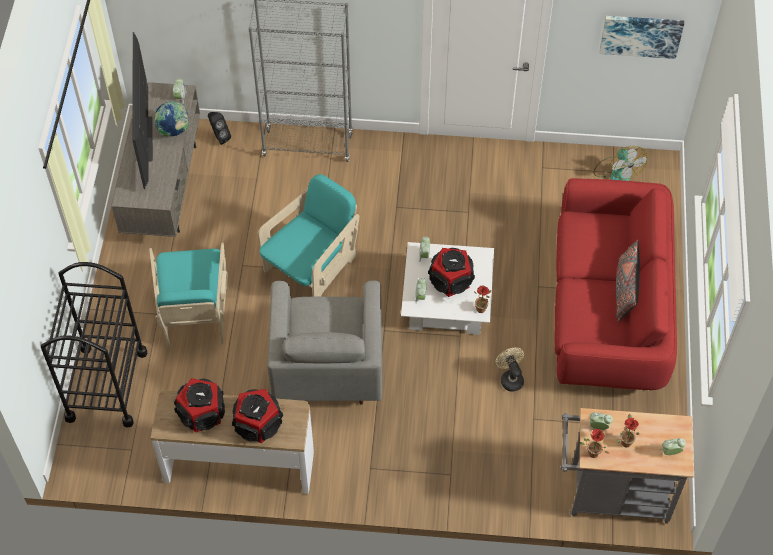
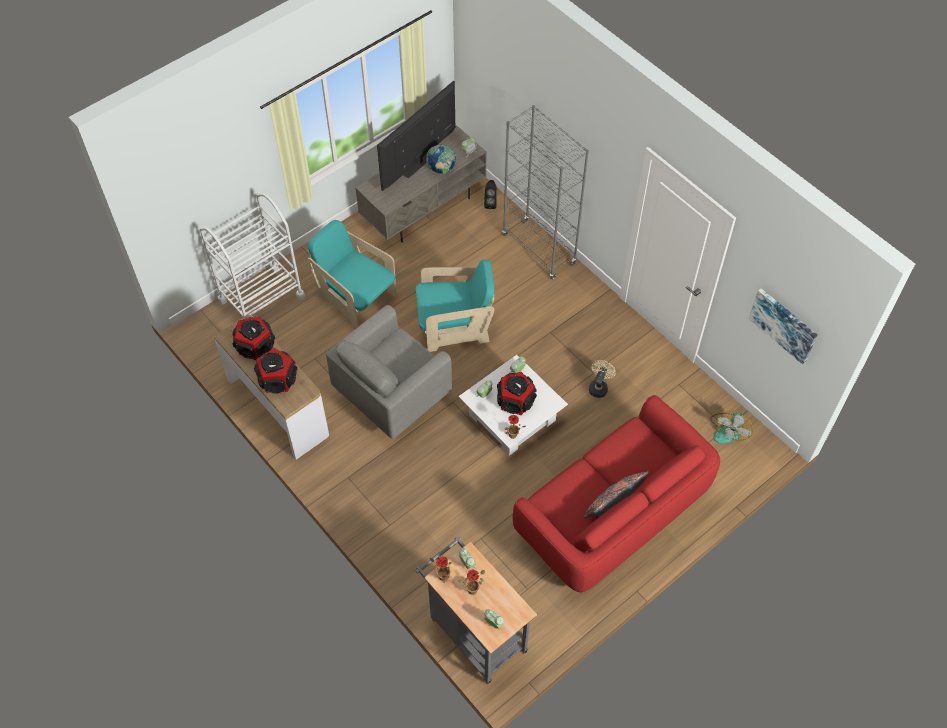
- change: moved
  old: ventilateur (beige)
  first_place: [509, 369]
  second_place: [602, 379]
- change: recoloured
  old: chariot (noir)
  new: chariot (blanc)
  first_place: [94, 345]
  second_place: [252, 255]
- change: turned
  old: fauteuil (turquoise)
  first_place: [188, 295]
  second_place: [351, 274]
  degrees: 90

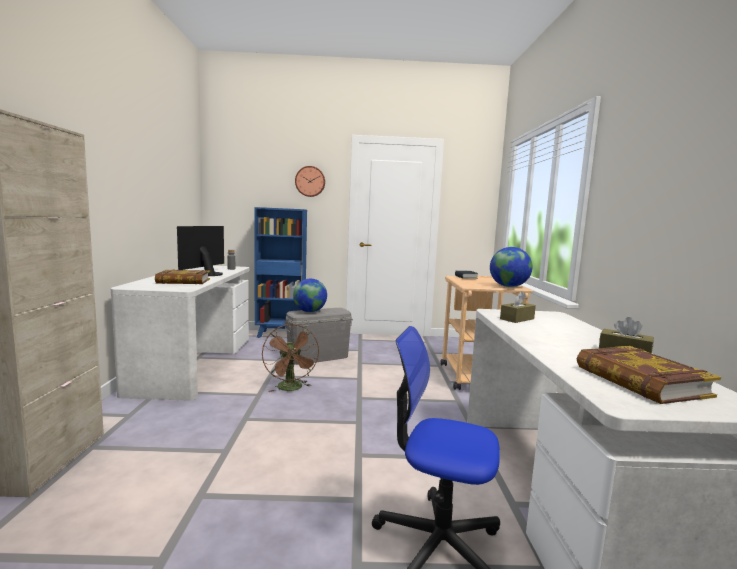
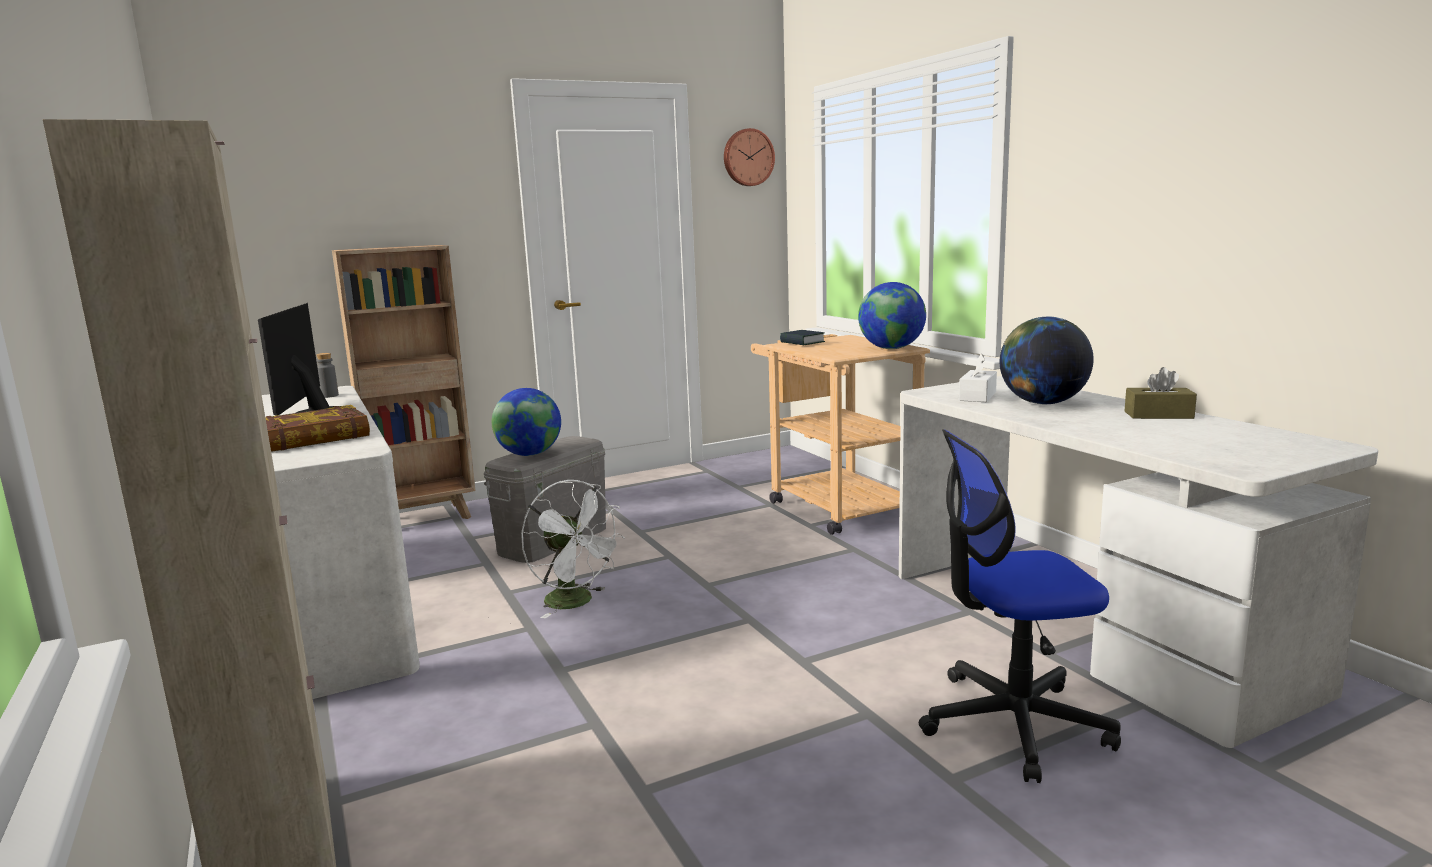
- change: removed
  old: livre
  first_place: [649, 375]
- change: added
  new: globe
  second_place: [1047, 360]
- change: moved
  old: horloge murale
  first_place: [310, 181]
  second_place: [749, 157]
- change: recoloured
  old: bibliothèque (bleu)
  new: bibliothèque (marron)
  first_place: [280, 272]
  second_place: [404, 382]
- change: recoloured
  old: ventilateur (marron)
  new: ventilateur (blanc)
  first_place: [290, 358]
  second_place: [573, 549]
- change: recoloured
  old: boîte à mouchoirs (marron)
  new: boîte à mouchoirs (blanc)
  first_place: [518, 307]
  second_place: [978, 378]

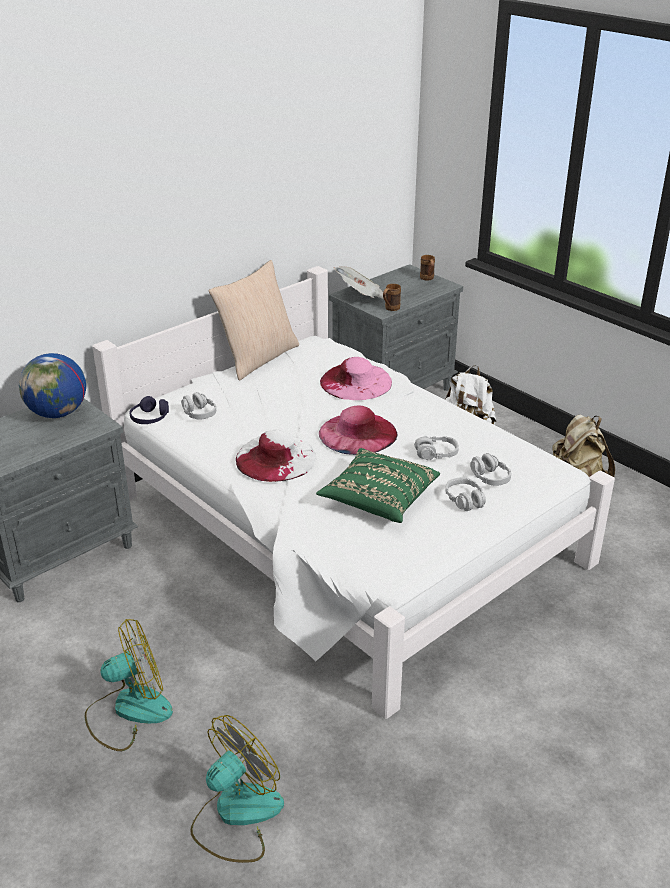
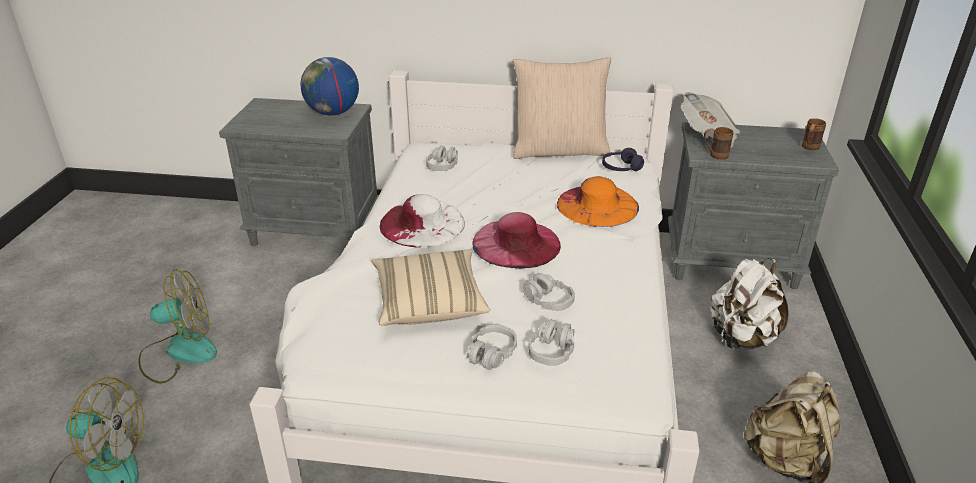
- change: moved
  old: casque audio (violet)
  first_place: [149, 410]
  second_place: [623, 159]
- change: recoloured
  old: coussin (vert)
  new: coussin (beige)
  first_place: [378, 485]
  second_place: [430, 287]
- change: recoloured
  old: chapeau (rose)
  new: chapeau (orange)
  first_place: [356, 378]
  second_place: [598, 201]
- change: turned
  old: ventilateur
  first_place: [128, 685]
  second_place: [177, 326]
  degrees: -45

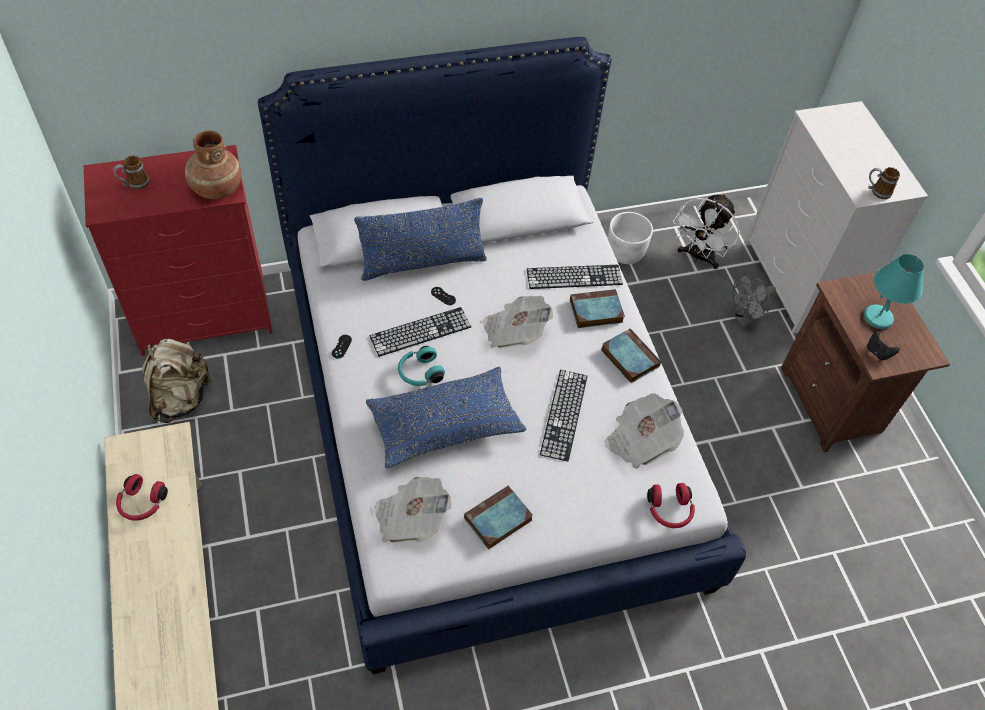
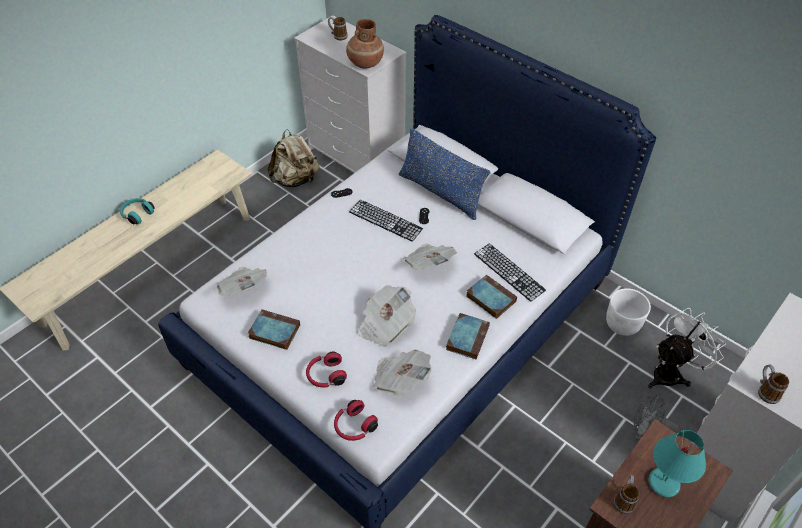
- change: removed
  old: coussin (bleu)
  first_place: [446, 417]
- change: moved
  old: casque audio (rouge)
  first_place: [142, 497]
  second_place: [326, 369]
- change: moved
  old: casque audio (turquoise)
  first_place: [421, 366]
  second_place: [137, 211]
- change: replaced
  old: clavier
  new: journal
  first_place: [563, 416]
  second_place: [386, 316]
- change: replaced
  old: manette (noir)
  new: mug
  first_place: [883, 345]
  second_place: [627, 494]
- change: recoloured
  old: commode (rouge)
  new: commode (blanc)
  first_place: [178, 250]
  second_place: [350, 94]
- change: turned
  old: ventilateur (blanc)
  first_place: [706, 231]
  second_place: [687, 348]
  degrees: 150

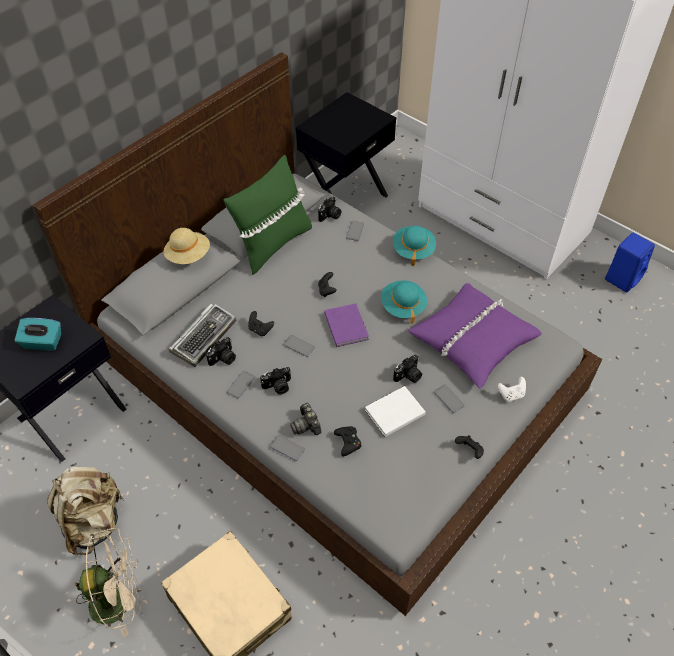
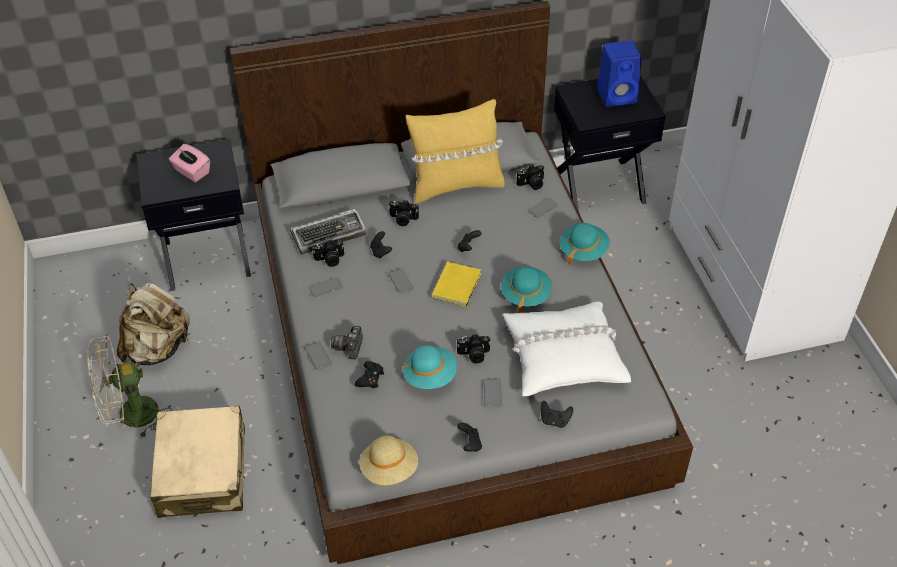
- change: moved
  old: chapeau (beige)
  first_place: [187, 246]
  second_place: [388, 460]
- change: moved
  old: appareil photo
  first_place: [275, 381]
  second_place: [403, 213]
- change: moved
  old: enceinte (bleu)
  first_place: [630, 262]
  second_place: [619, 73]
- change: replaced
  old: livre (blanc)
  new: chapeau (turquoise)
  first_place: [395, 411]
  second_place: [430, 367]
- change: recoloured
  old: boîte à mouchoirs (turquoise)
  new: boîte à mouchoirs (rose)
  first_place: [38, 334]
  second_place: [189, 163]
- change: recoloured
  old: coussin (vert)
  new: coussin (jaune)
  first_place: [268, 215]
  second_place: [455, 151]
- change: recoloured
  old: livre (violet)
  new: livre (jaune)
  first_place: [346, 325]
  second_place: [456, 284]
- change: recoloured
  old: coussin (violet)
  new: coussin (blanc)
  first_place: [475, 336]
  second_place: [567, 349]
- change: recoloured
  old: manette (blanc)
  new: manette (noir)
  first_place: [512, 389]
  second_place: [556, 414]
- change: turned
  old: ventilateur (beige)
  first_place: [108, 582]
  second_place: [129, 386]
  degrees: 135

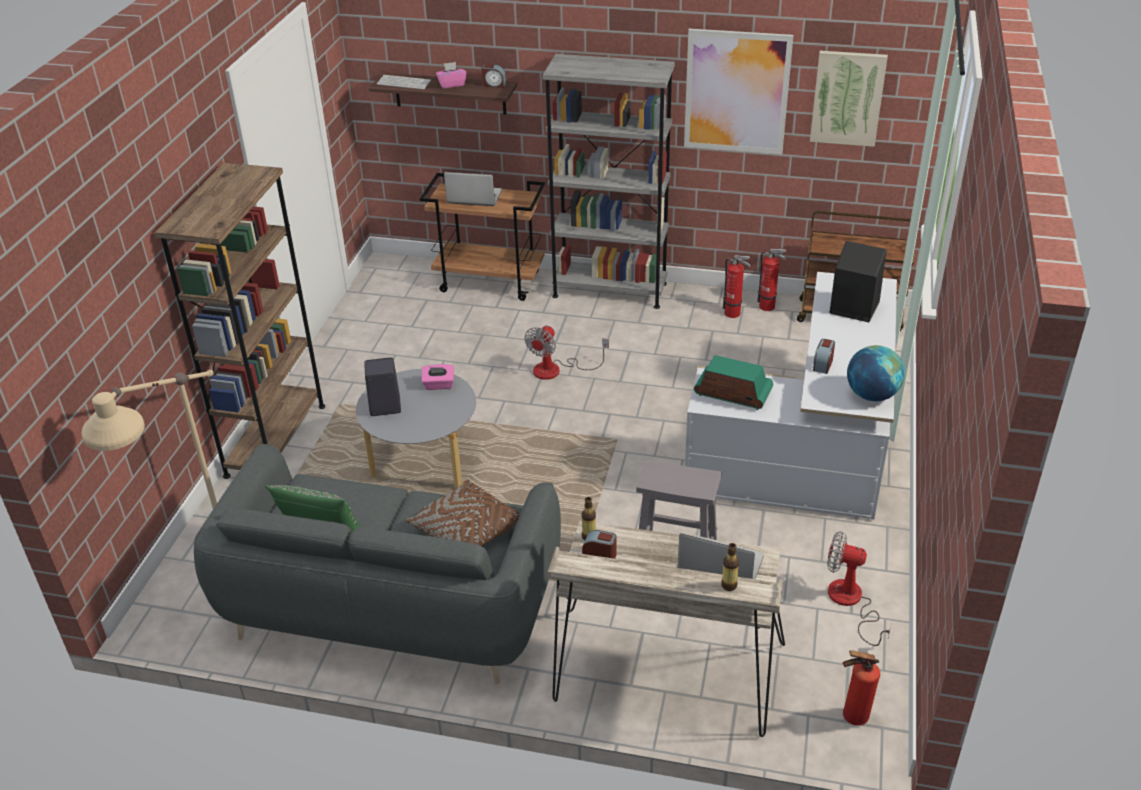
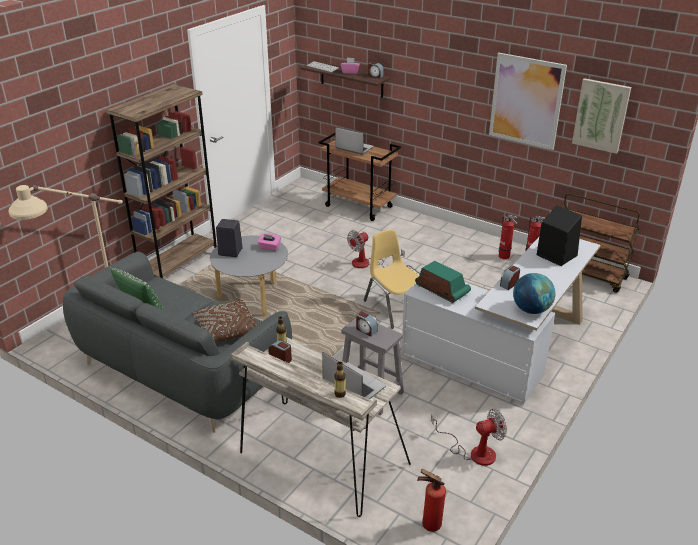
- change: removed
  old: bibliothèque (gris)
  first_place: [608, 181]
- change: added
  new: réveil
  second_place: [367, 324]
- change: added
  new: chaise (jaune)
  second_place: [392, 279]
- change: turned
  old: ventilateur
  first_place: [859, 588]
  second_place: [469, 437]
  degrees: 120

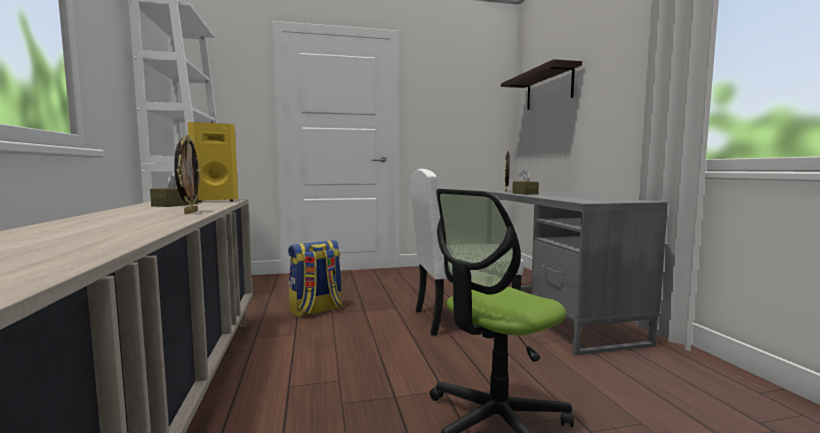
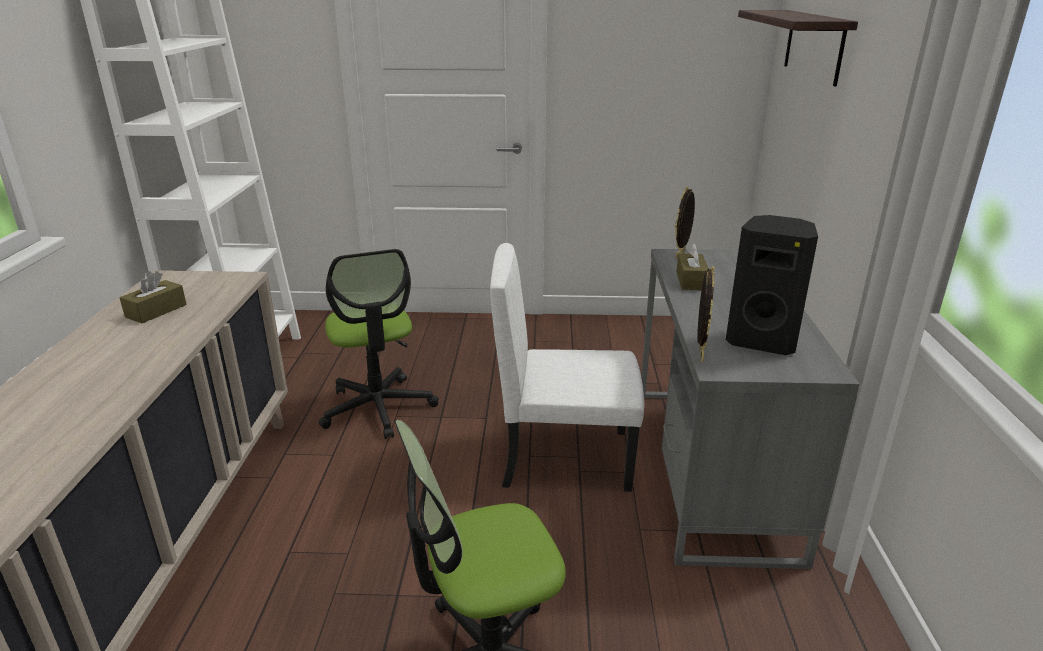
- change: removed
  old: enceinte (jaune)
  first_place: [212, 162]
- change: added
  new: enceinte (noir)
  second_place: [772, 285]
- change: moved
  old: cadre photo
  first_place: [187, 174]
  second_place: [706, 314]
- change: replaced
  old: sac à dos
  new: chaise de bureau
  first_place: [315, 278]
  second_place: [379, 344]

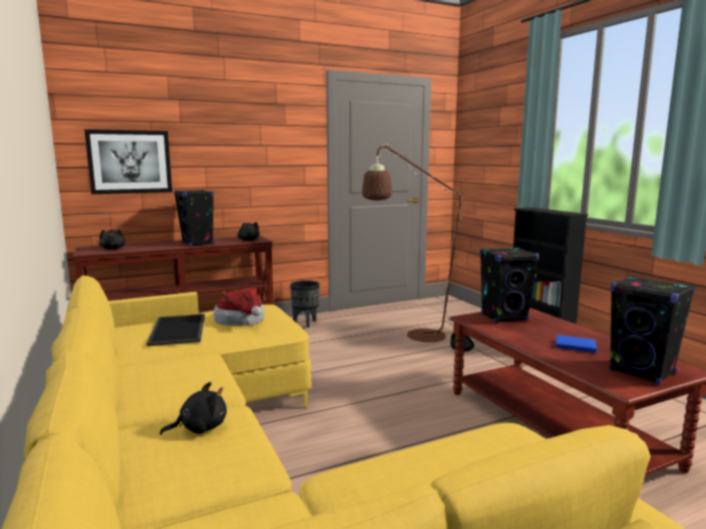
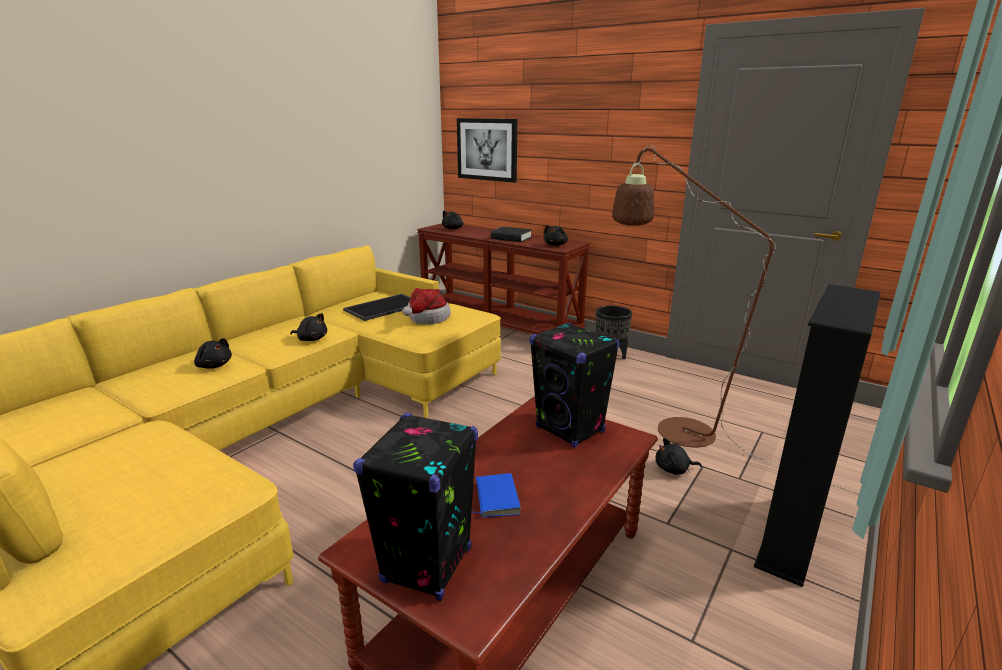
- change: added
  new: peluche (noir)
  second_place: [308, 327]
- change: replaced
  old: enceinte (noir)
  new: livre (noir)
  first_place: [194, 217]
  second_place: [511, 234]

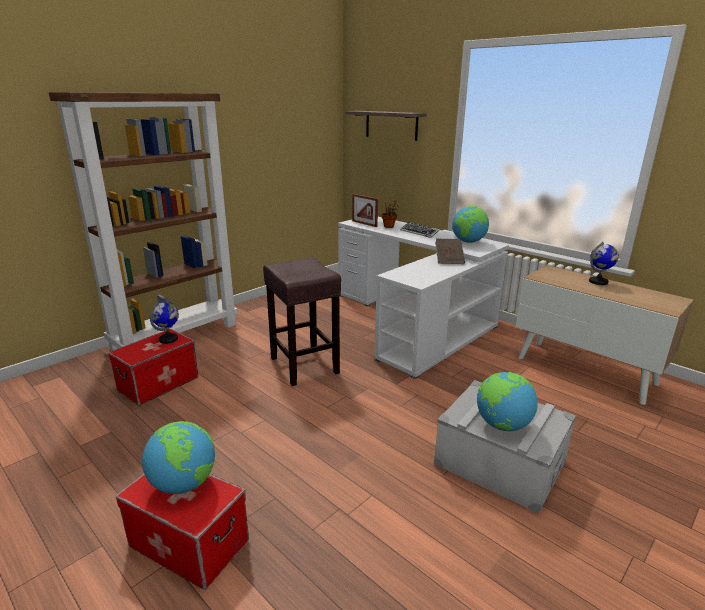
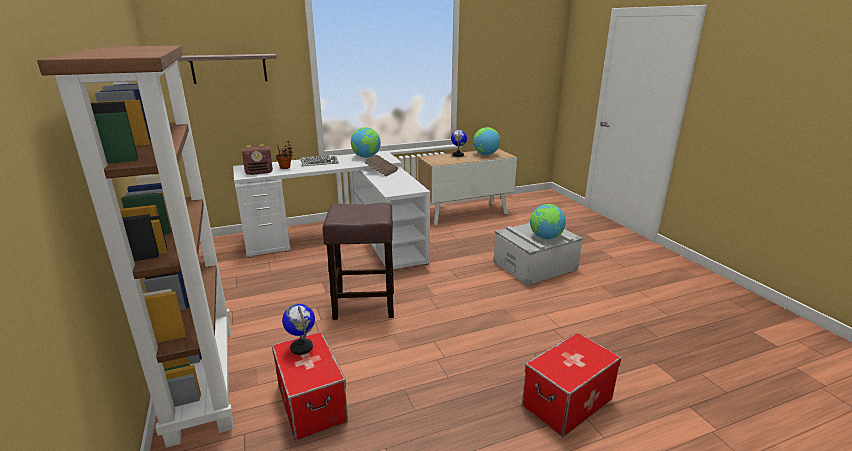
- change: moved
  old: globe
  first_place: [178, 457]
  second_place: [486, 141]
- change: replaced
  old: cadre photo
  new: radio
  first_place: [365, 210]
  second_place: [257, 160]

